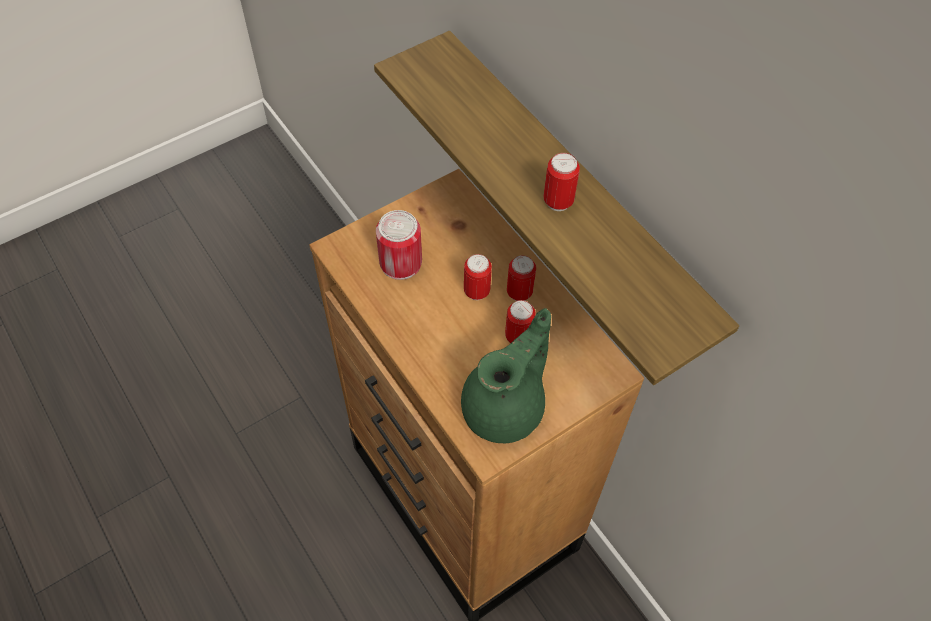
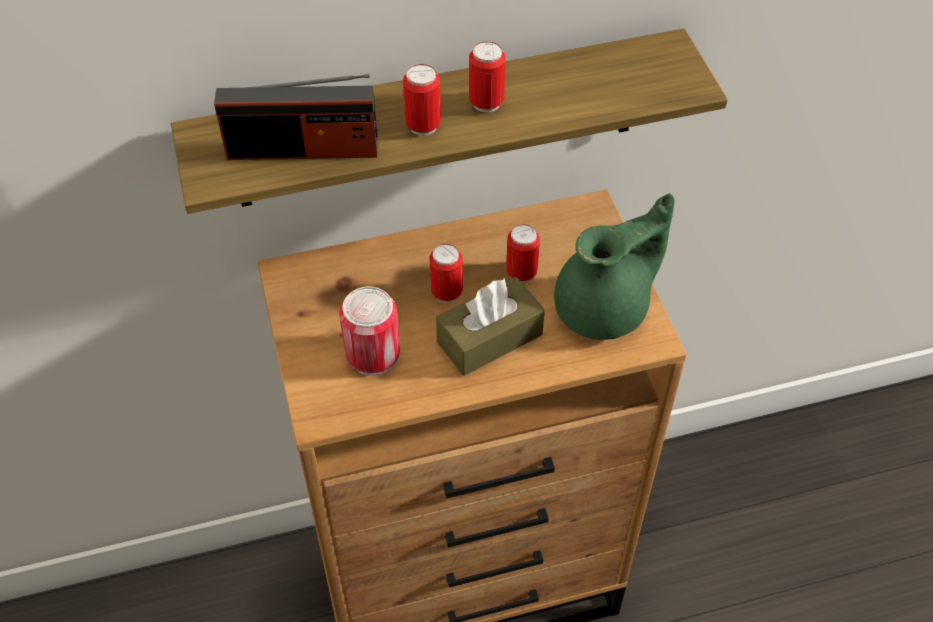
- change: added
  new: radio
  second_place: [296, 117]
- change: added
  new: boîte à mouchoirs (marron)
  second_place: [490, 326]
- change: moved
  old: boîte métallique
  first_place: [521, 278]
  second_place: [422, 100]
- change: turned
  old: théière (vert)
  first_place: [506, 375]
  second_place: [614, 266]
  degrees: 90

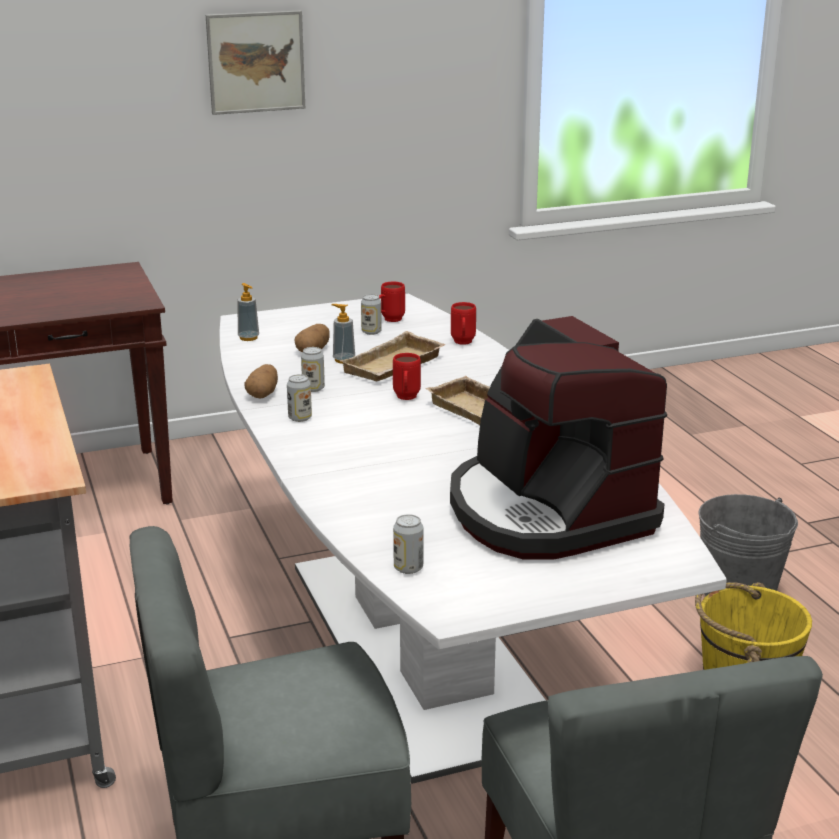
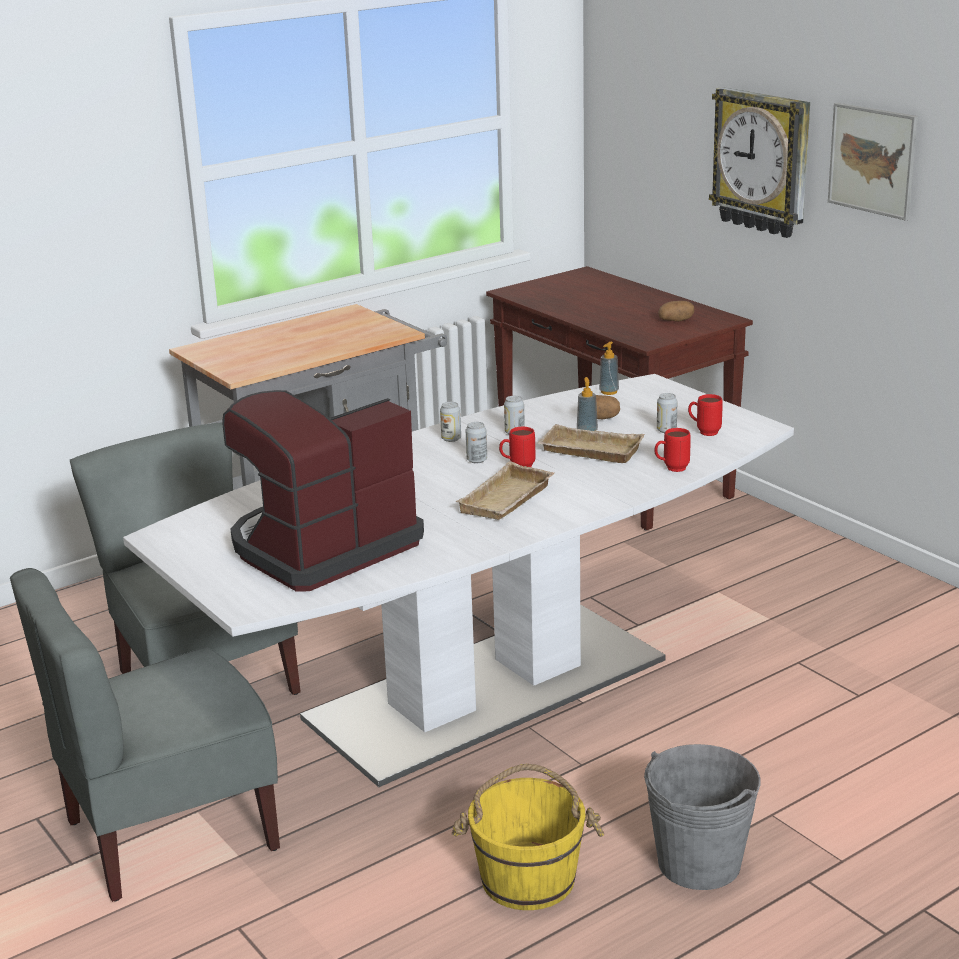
- change: added
  new: horloge murale
  second_place: [759, 162]
- change: moved
  old: pomme de terre
  first_place: [261, 381]
  second_place: [676, 311]
- change: moved
  old: boîte métallique
  first_place: [408, 544]
  second_place: [476, 442]

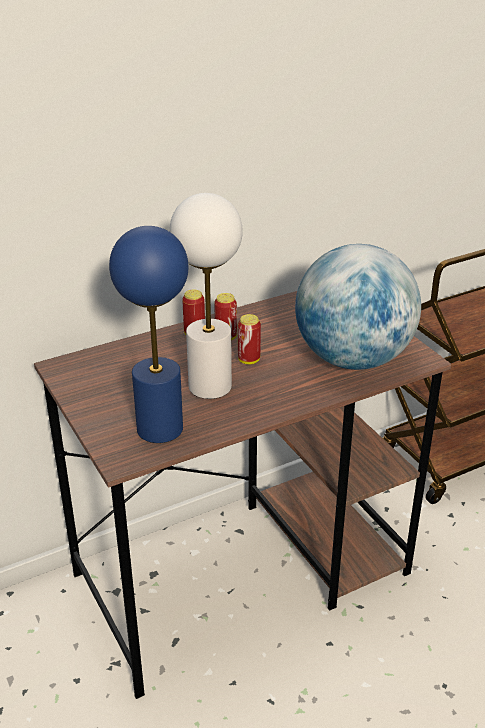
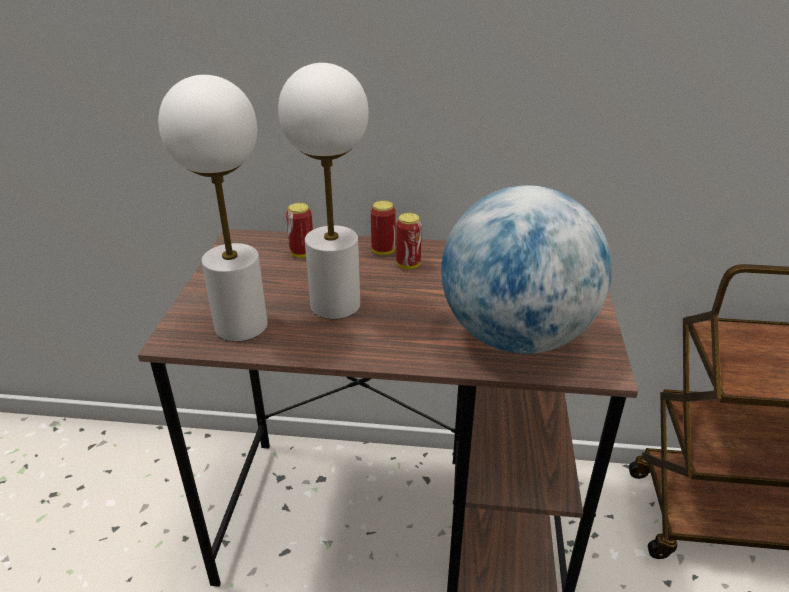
- change: moved
  old: boîte métallique
  first_place: [249, 339]
  second_place: [299, 230]
- change: recoloured
  old: lampe de table (bleu)
  new: lampe de table (blanc)
  first_place: [148, 334]
  second_place: [213, 208]

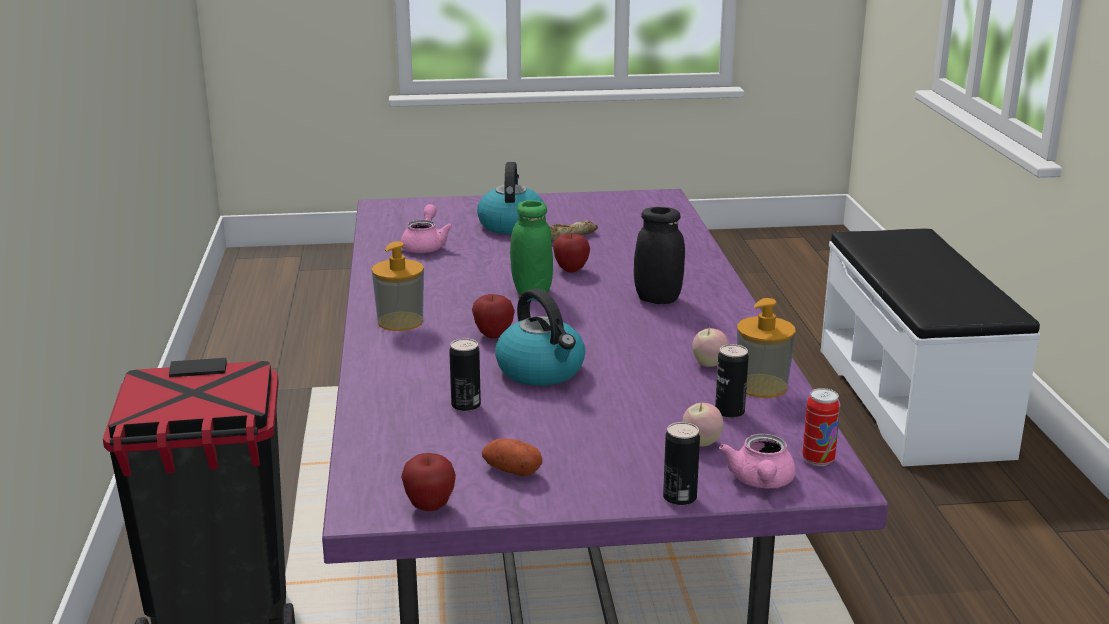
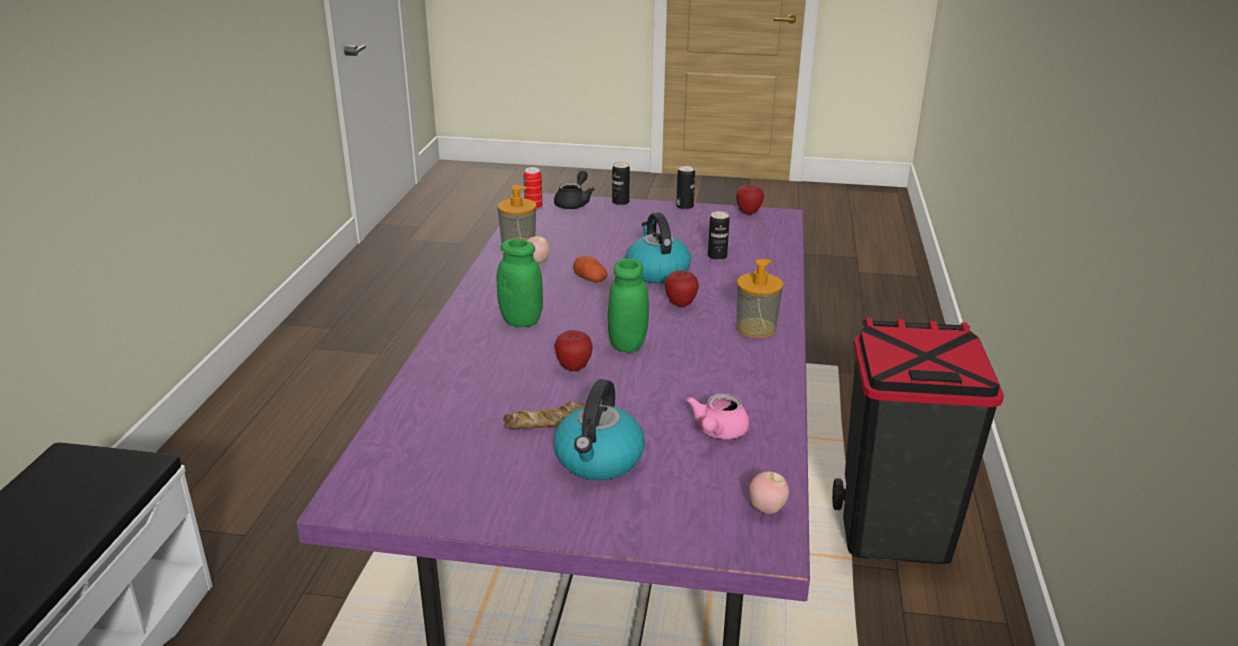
- change: moved
  old: pomme de terre
  first_place: [512, 457]
  second_place: [590, 269]
- change: moved
  old: pomme
  first_place: [703, 424]
  second_place: [769, 492]
- change: moved
  old: boîte métallique
  first_place: [732, 381]
  second_place: [685, 188]
- change: recoloured
  old: bocal (noir)
  new: bocal (vert)
  first_place: [659, 255]
  second_place: [520, 283]
- change: recoloured
  old: théière (rose)
  new: théière (noir)
  first_place: [757, 461]
  second_place: [574, 190]

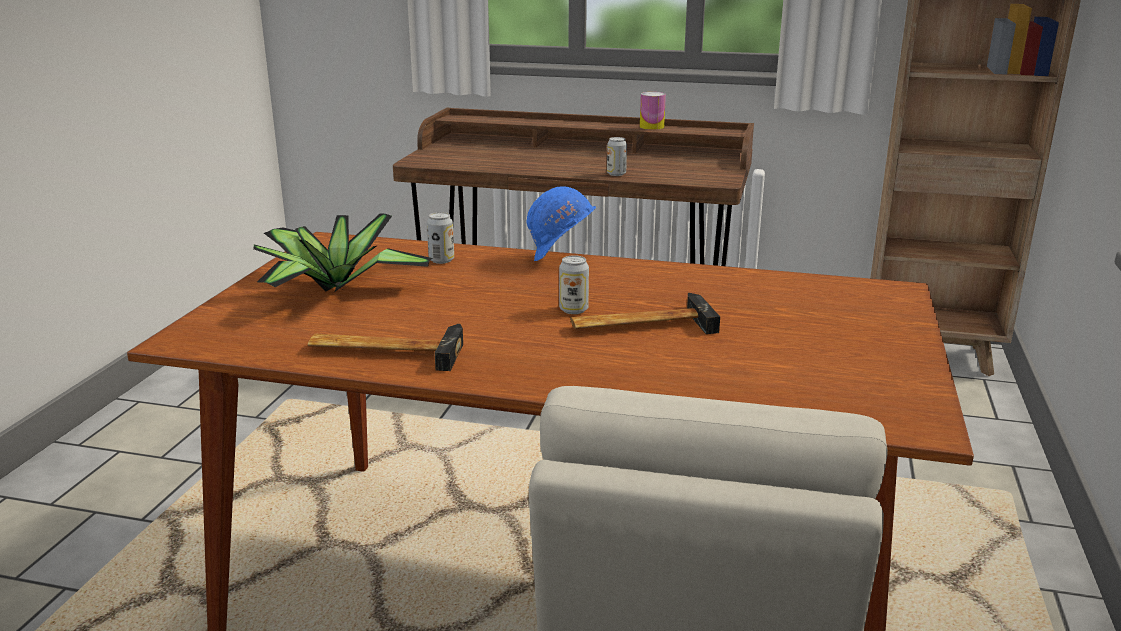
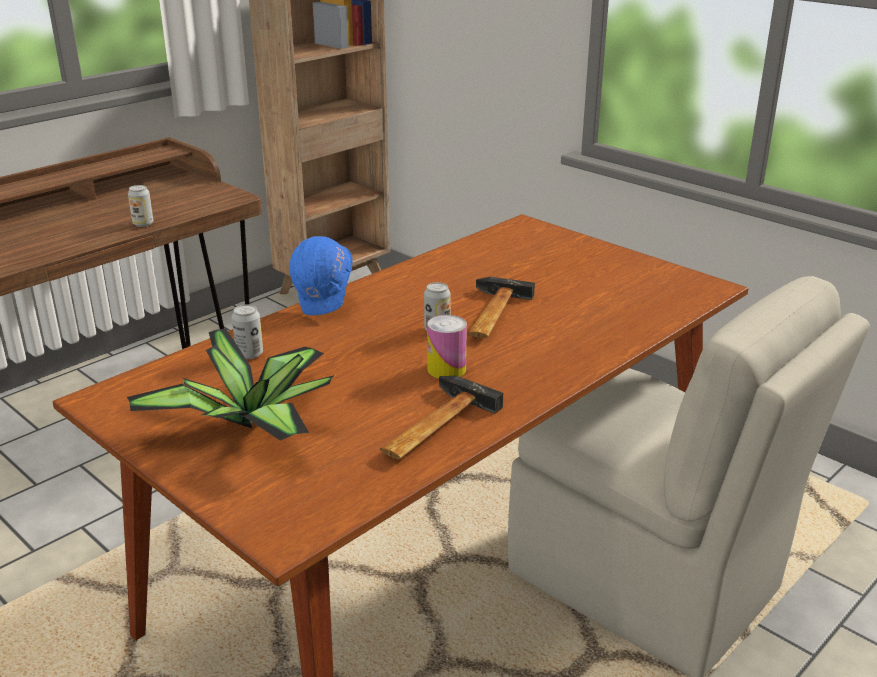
- change: moved
  old: boîte métallique
  first_place: [653, 111]
  second_place: [447, 347]

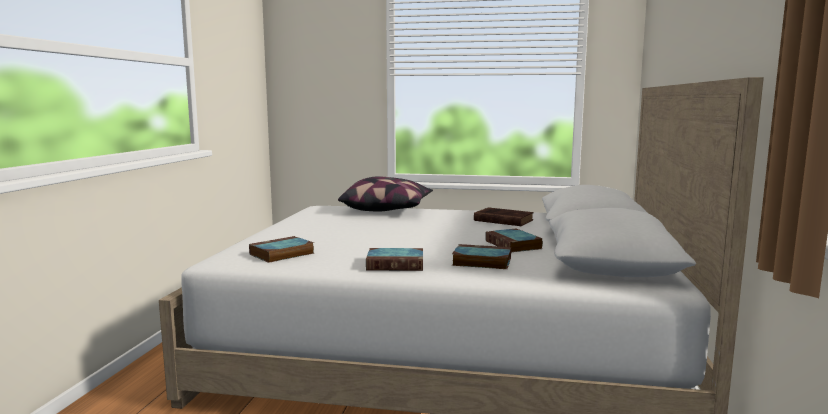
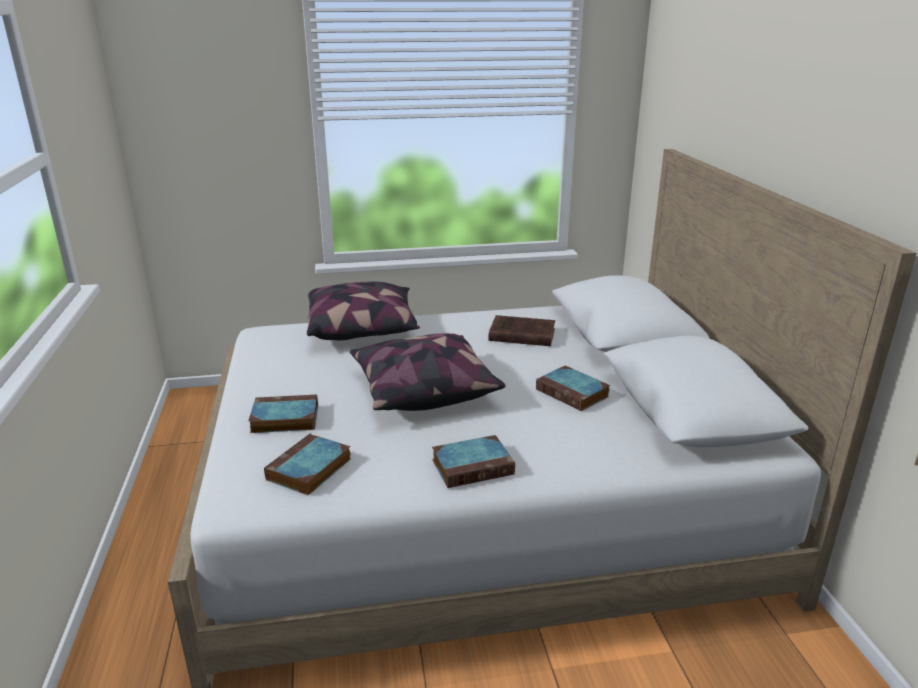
- change: added
  new: coussin
  second_place: [428, 372]
- change: moved
  old: livre
  first_place: [481, 256]
  second_place: [283, 414]

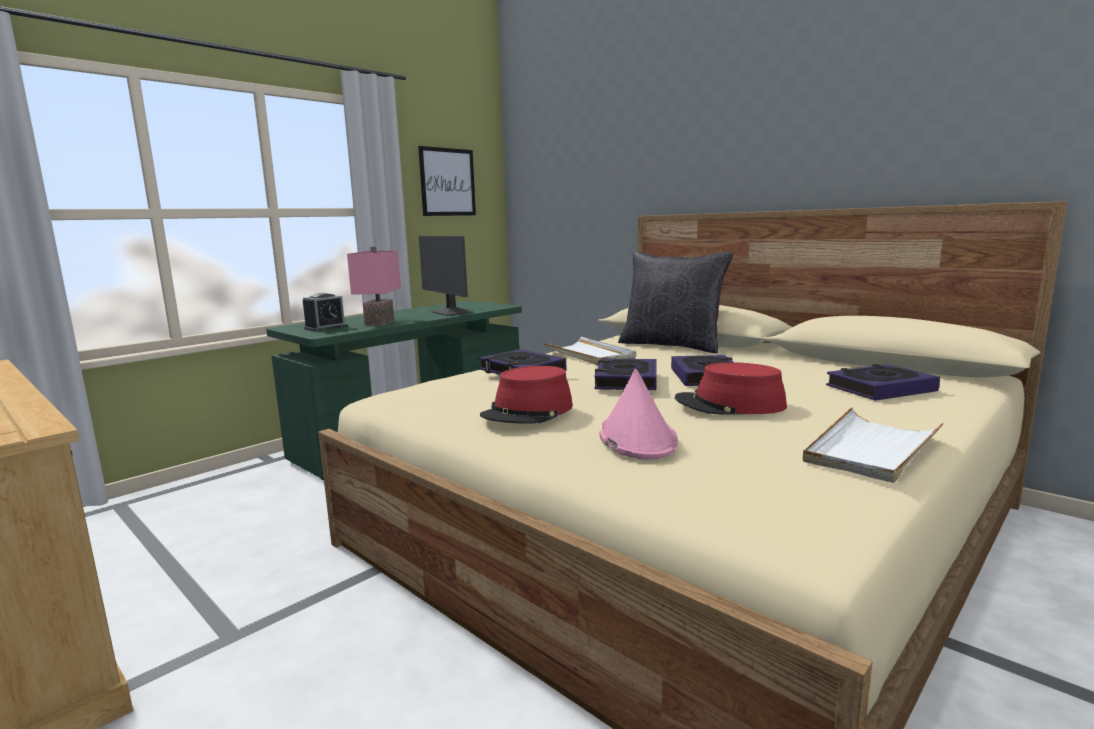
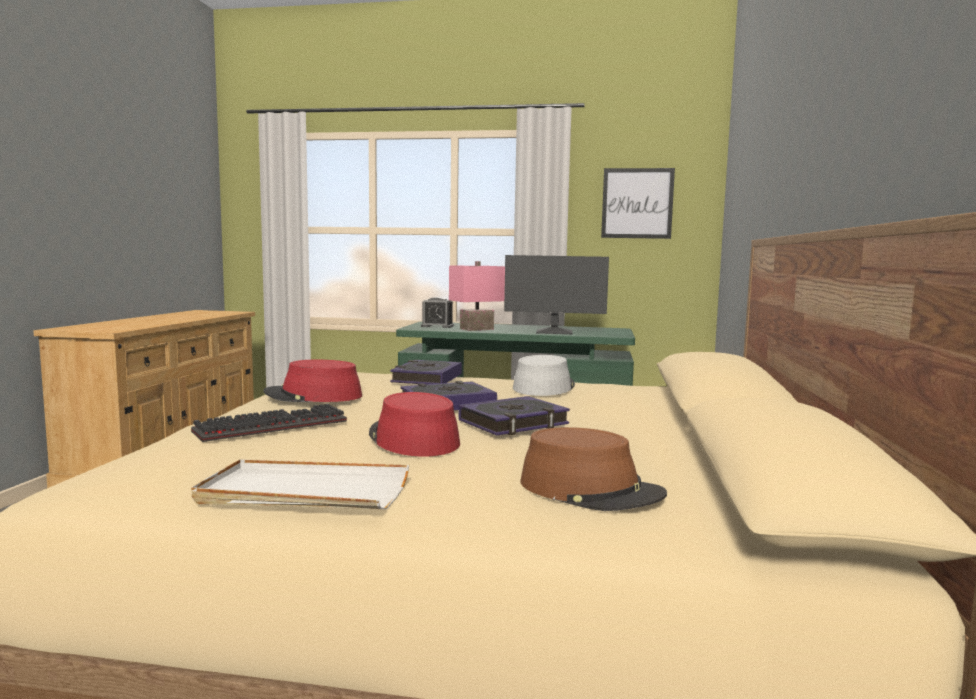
- change: removed
  old: coussin (noir)
  first_place: [676, 302]
- change: replaced
  old: plateau (blanc)
  new: chapeau (gris)
  first_place: [589, 351]
  second_place: [544, 375]
- change: replaced
  old: chapeau (rose)
  new: clavier
  first_place: [638, 414]
  second_place: [269, 423]
- change: replaced
  old: livre
  new: chapeau (marron)
  first_place: [883, 382]
  second_place: [594, 469]
- change: turned
  old: écran d'ordinateur
  first_place: [446, 276]
  second_place: [556, 294]
  degrees: -105

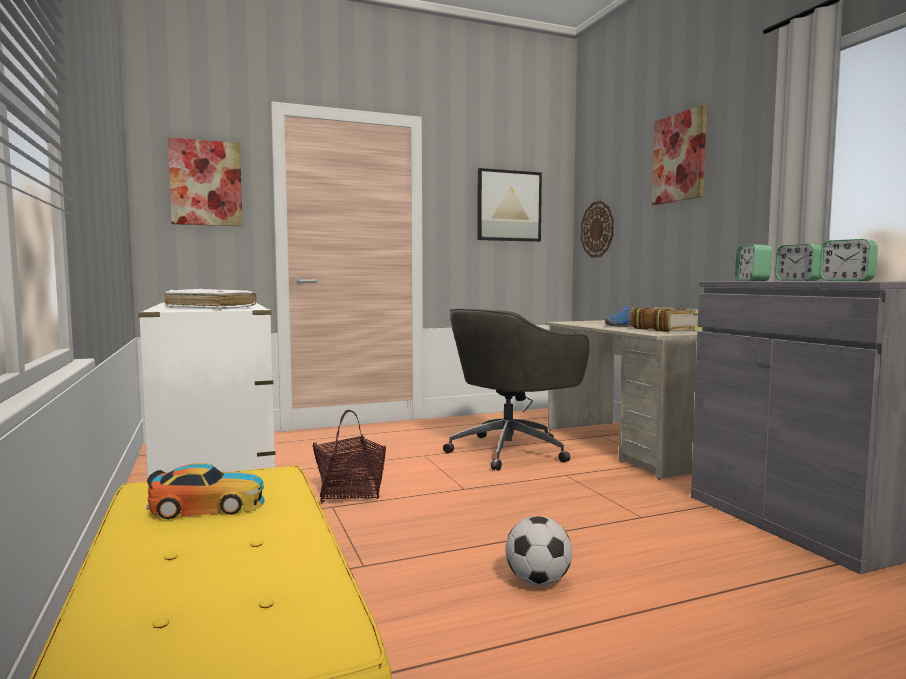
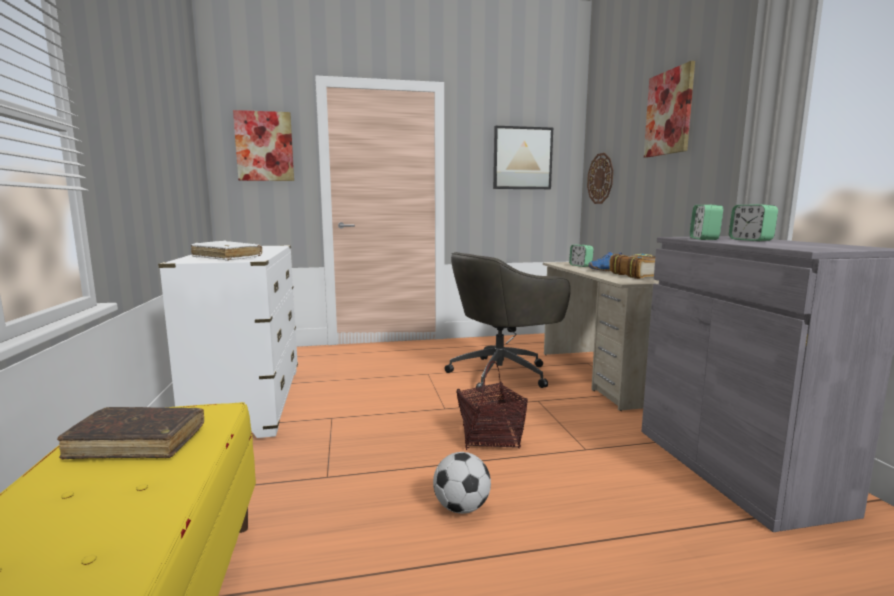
- change: moved
  old: panier
  first_place: [349, 457]
  second_place: [492, 405]
- change: moved
  old: réveil
  first_place: [848, 260]
  second_place: [581, 256]
- change: replaced
  old: petite voiture
  new: livre (marron)
  first_place: [205, 491]
  second_place: [130, 433]

